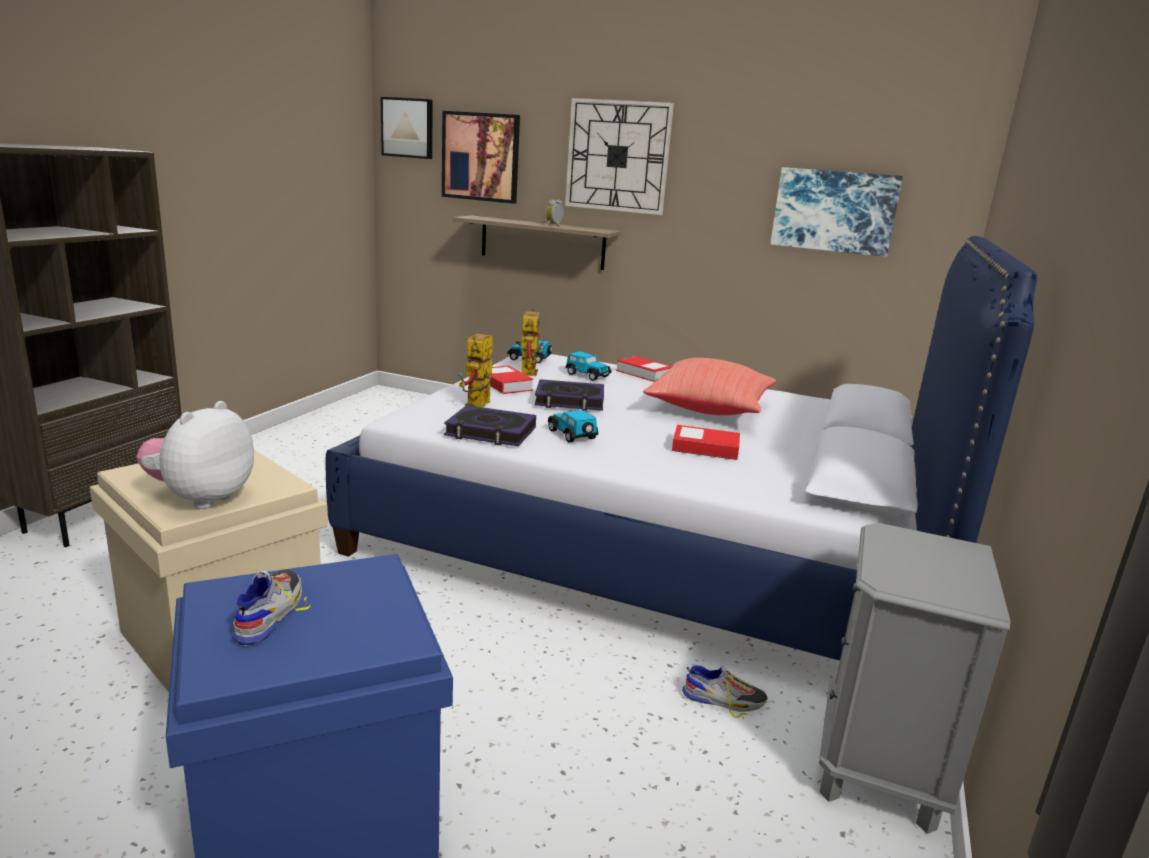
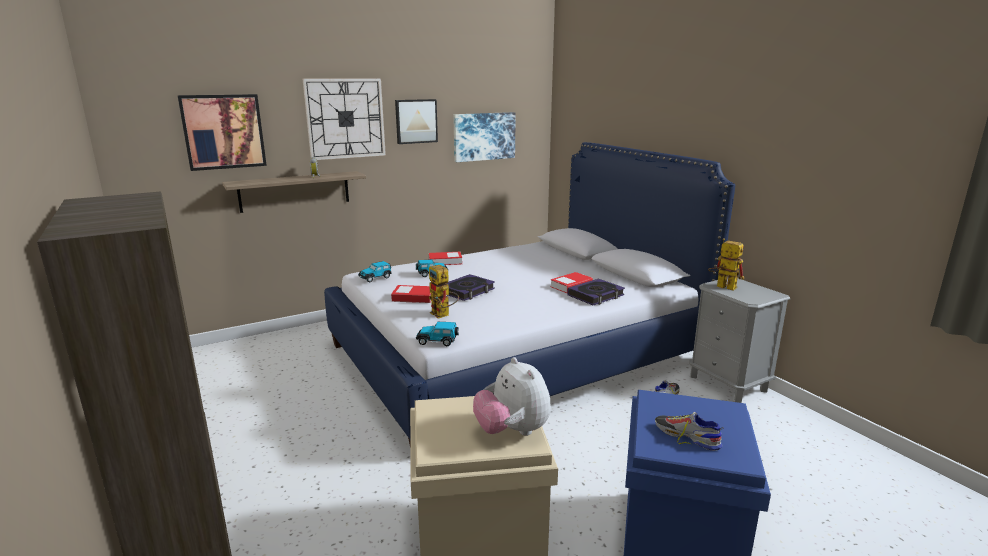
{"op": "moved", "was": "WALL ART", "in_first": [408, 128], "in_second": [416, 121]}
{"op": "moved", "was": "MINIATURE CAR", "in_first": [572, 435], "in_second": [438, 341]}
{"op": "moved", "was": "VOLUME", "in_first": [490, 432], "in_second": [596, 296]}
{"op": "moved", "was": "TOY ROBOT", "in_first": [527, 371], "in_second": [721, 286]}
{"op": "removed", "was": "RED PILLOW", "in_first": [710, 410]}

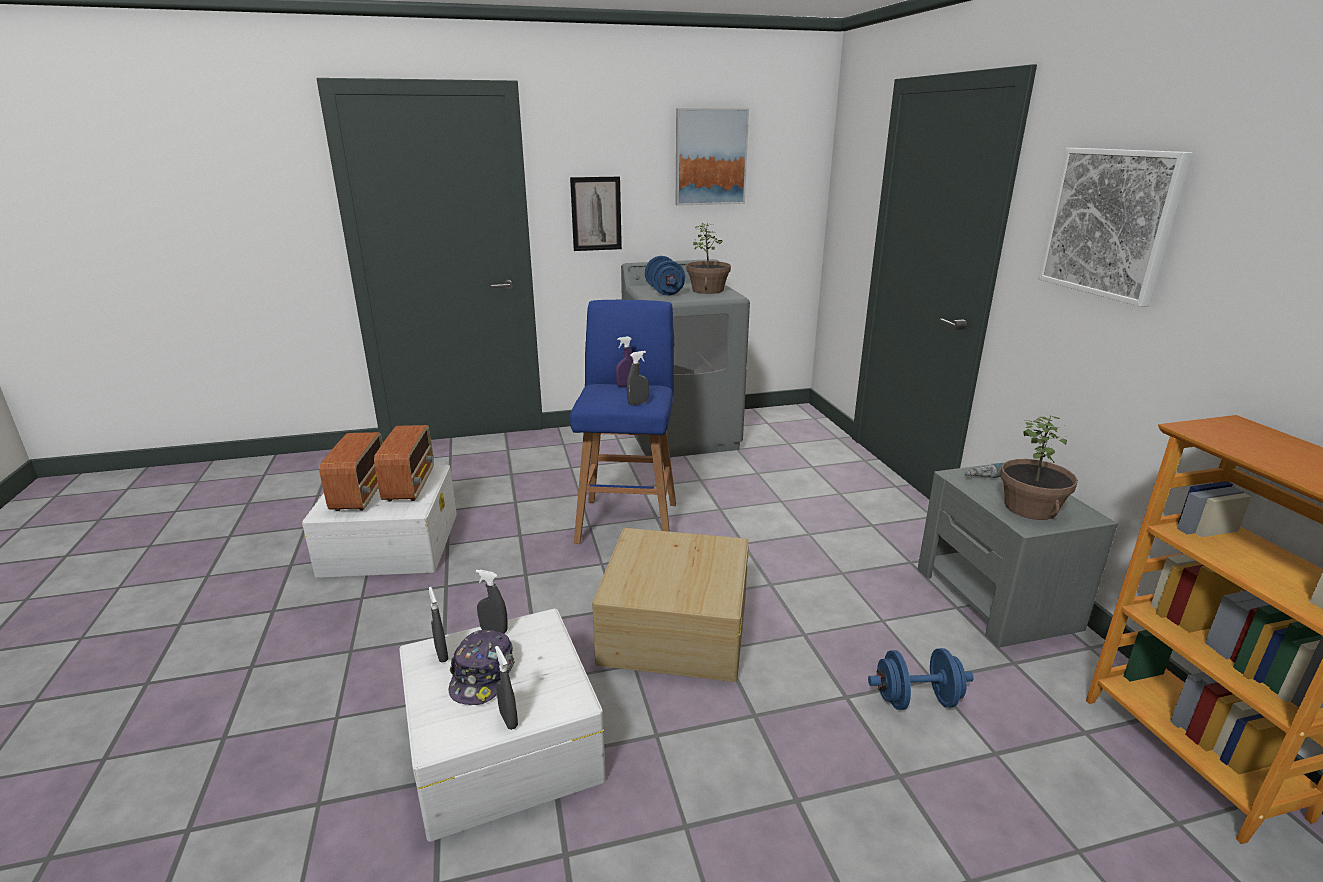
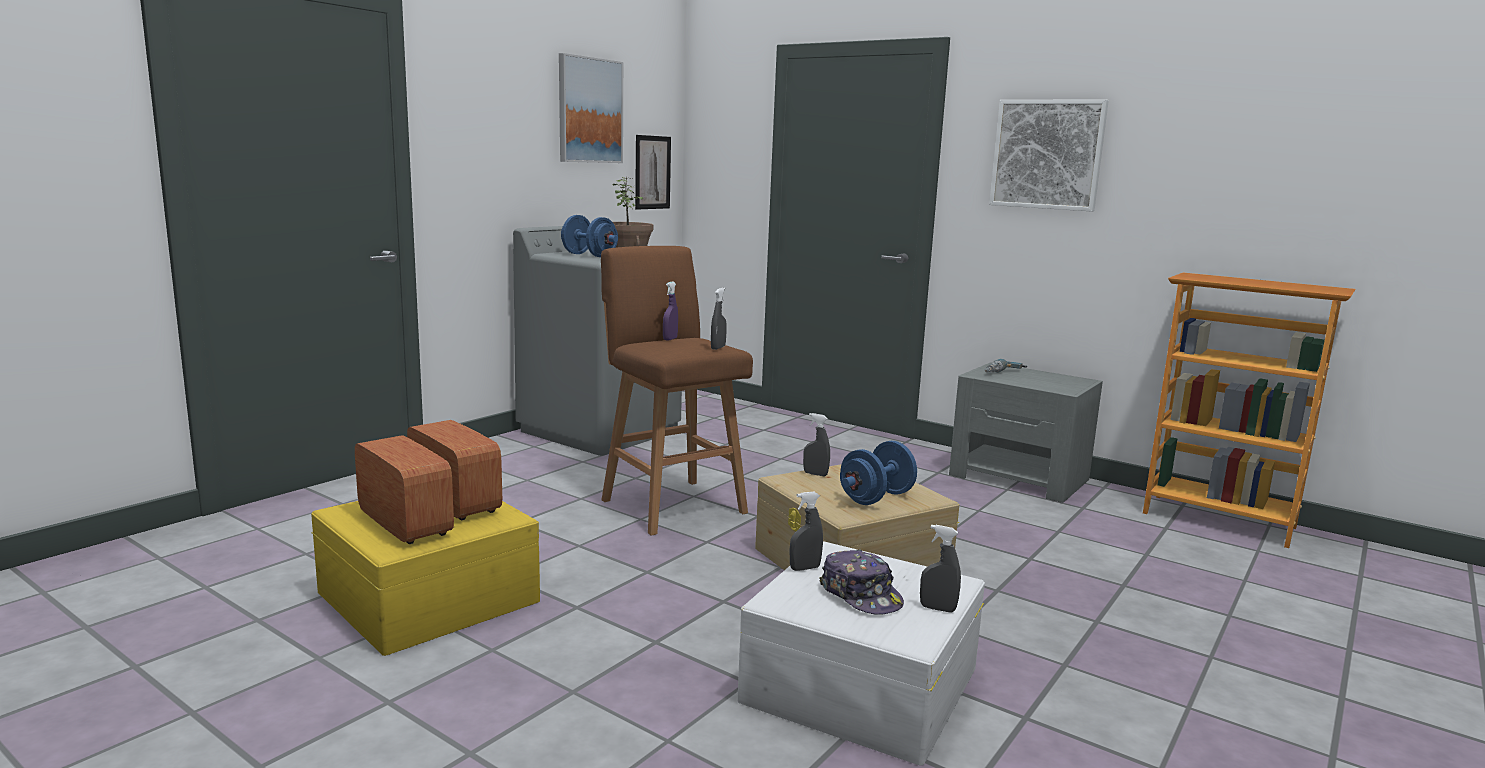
{"op": "recoloured", "was": "WHITE STORAGE CONTAINER", "now": "YELLOW-COLOURED STORAGE CONTAINER", "in_first": [391, 542], "in_second": [428, 595]}
{"op": "recoloured", "was": "BLUISH SITTING STOOL", "now": "BROWN-COLOURED SITTING STOOL", "in_first": [628, 520], "in_second": [671, 505]}
{"op": "moved", "was": "WALL ART", "in_first": [596, 214], "in_second": [652, 172]}
{"op": "moved", "was": "GRAY SPRAYER", "in_first": [441, 654], "in_second": [815, 474]}
{"op": "moved", "was": "BLUISH DUMBBELL", "in_first": [916, 700], "in_second": [876, 498]}
{"op": "removed", "was": "POTTED PLANT", "in_first": [1031, 508]}

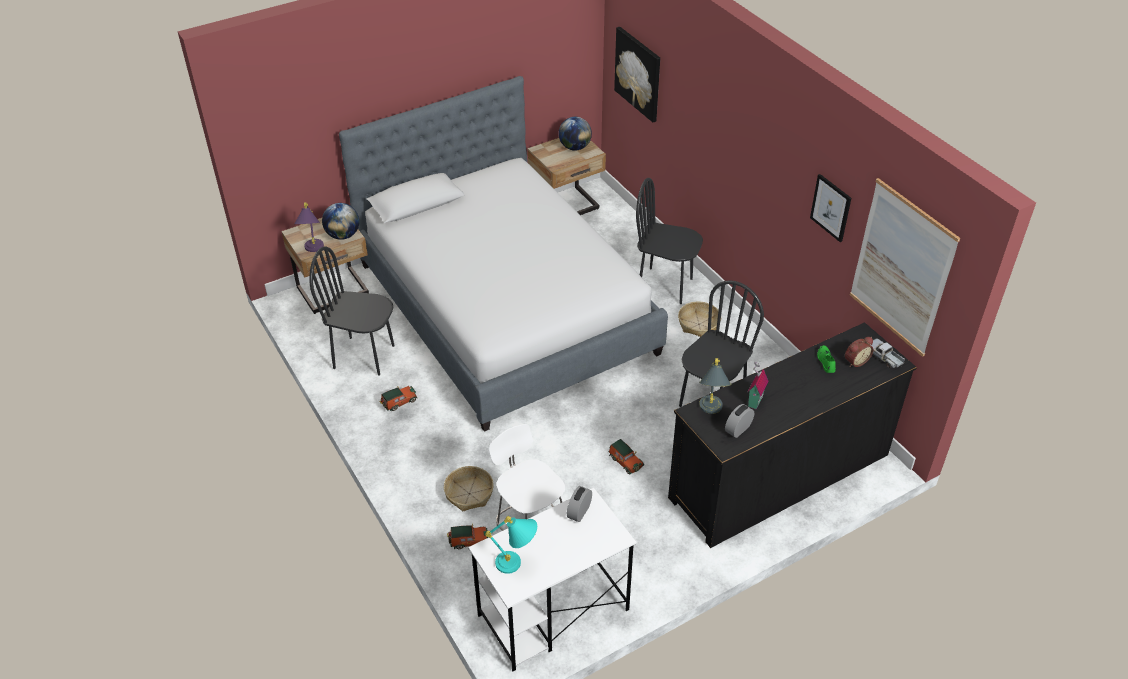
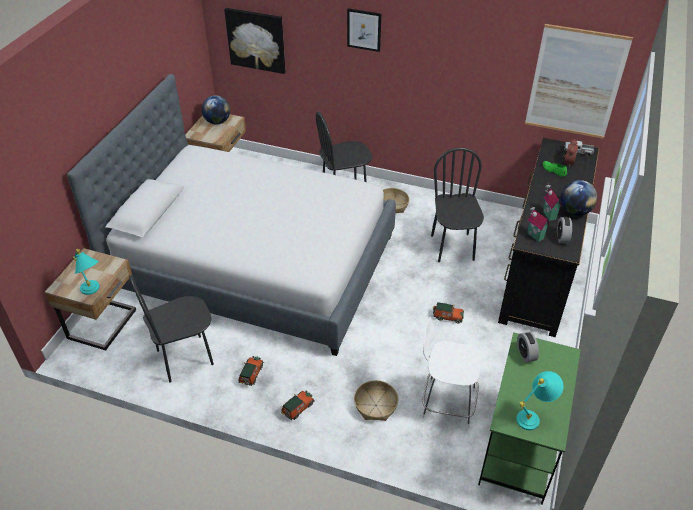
{"op": "recoloured", "was": "PURPLE-COLOURED TABLETOP LAMP", "now": "TURQUOISE-COLOURED TABLETOP LAMP", "in_first": [313, 250], "in_second": [93, 291]}
{"op": "moved", "was": "MINIATURE CAR", "in_first": [468, 541], "in_second": [297, 408]}
{"op": "moved", "was": "WALL ART", "in_first": [831, 207], "in_second": [364, 29]}
{"op": "recoloured", "was": "WHITE DESK TABLE", "now": "GREENISH DESK TABLE", "in_first": [552, 613], "in_second": [519, 446]}
{"op": "replaced", "was": "GRAY TABLETOP LAMP", "now": "TOY HOUSE", "in_first": [710, 411], "in_second": [534, 236]}
{"op": "moved", "was": "WORLD GLOBE", "in_first": [343, 235], "in_second": [574, 211]}

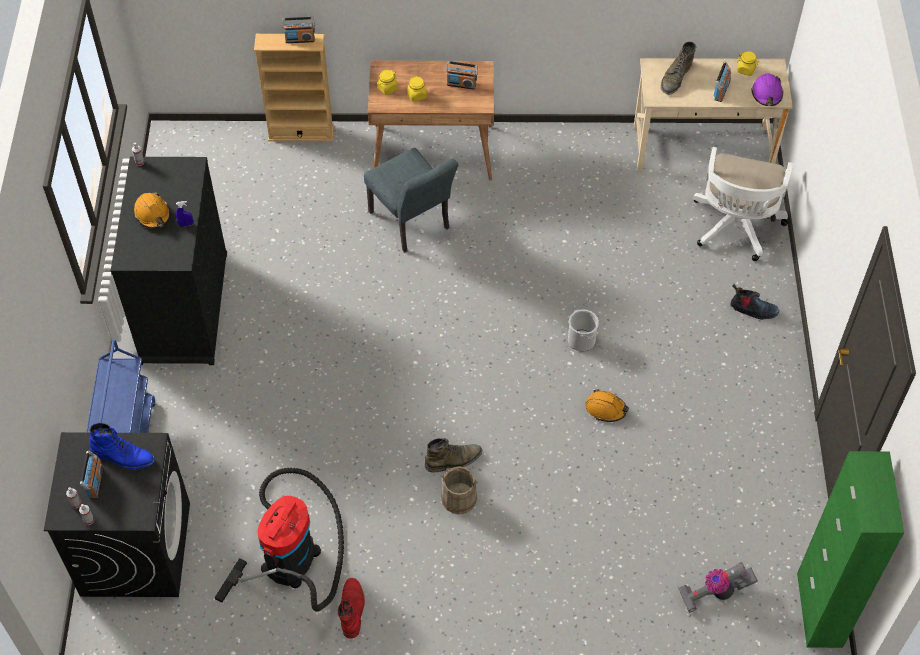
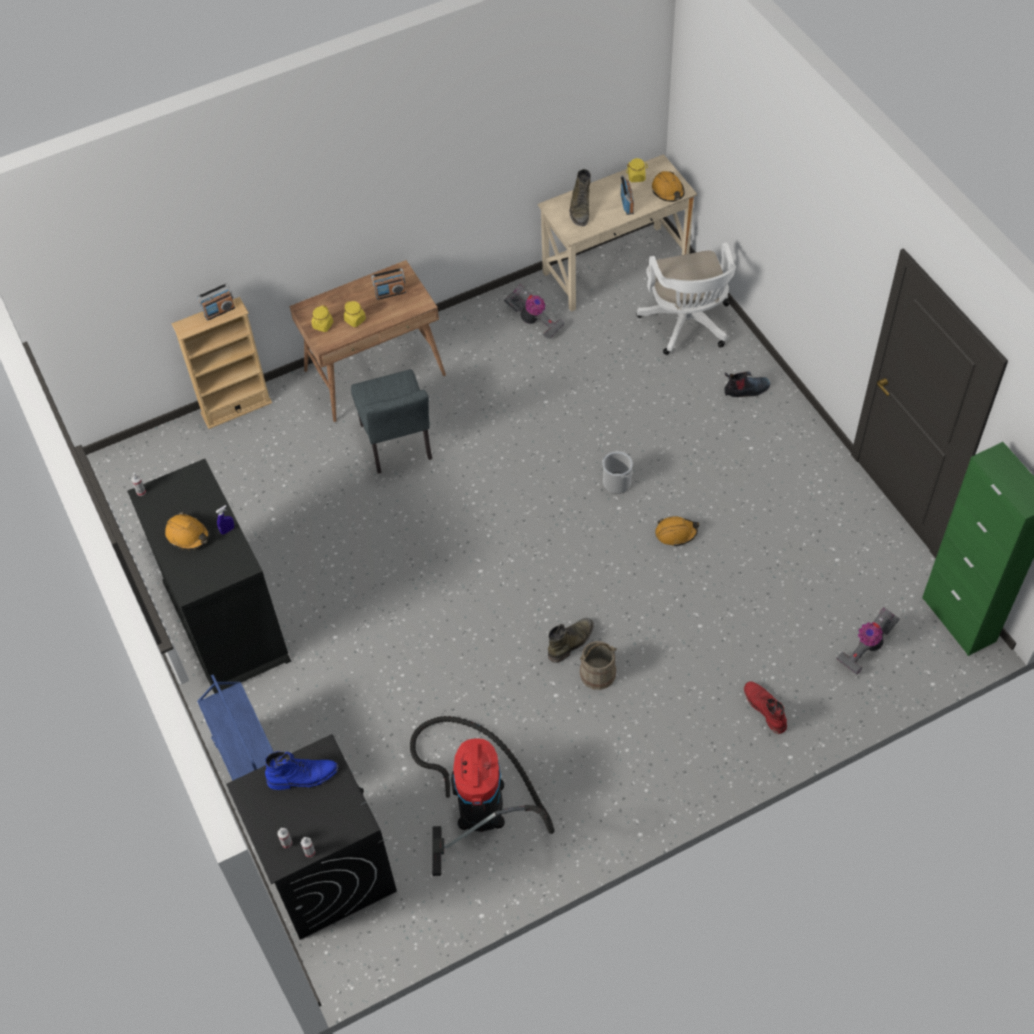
{"op": "turned", "was": "GRAY CHAIR", "in_first": [412, 224], "in_second": [398, 447], "clockwise": 45}
{"op": "added", "now": "HOOVER", "in_second": [534, 321]}
{"op": "recoloured", "was": "PURPLE-COLOURED WORK HELMET", "now": "ORANGEY WORK HELMET", "in_first": [767, 94], "in_second": [668, 191]}
{"op": "moved", "was": "RED BOOT", "in_first": [352, 609], "in_second": [765, 708]}
{"op": "removed", "was": "RADIO SET", "in_first": [95, 482]}

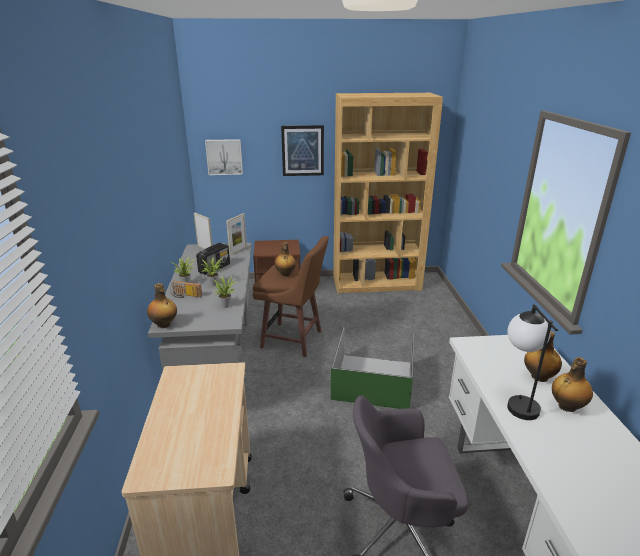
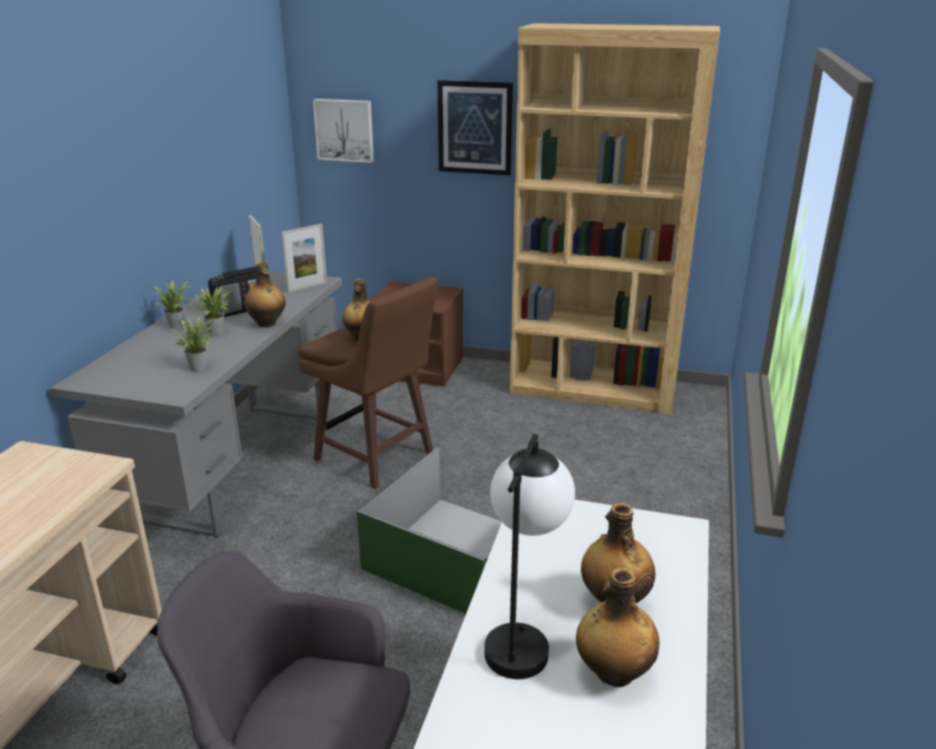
{"op": "moved", "was": "BOTTLE", "in_first": [164, 325], "in_second": [267, 324]}
{"op": "removed", "was": "RADIO SET", "in_first": [185, 296]}

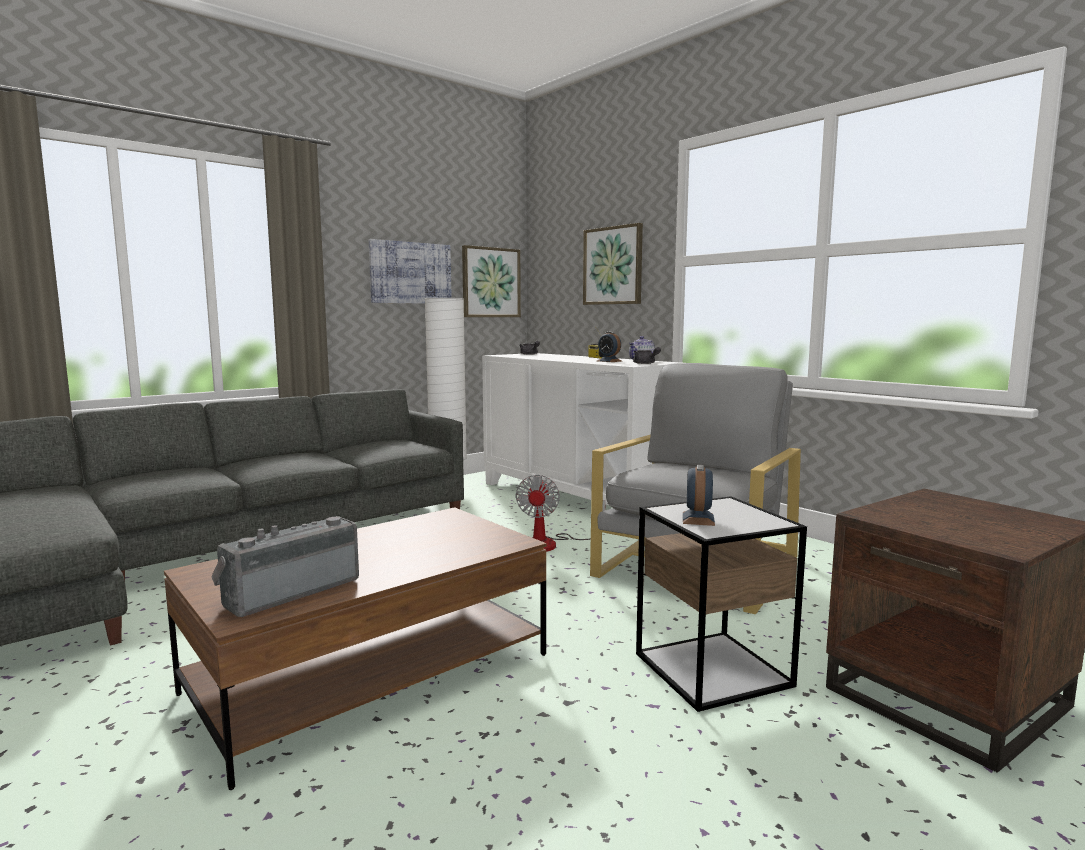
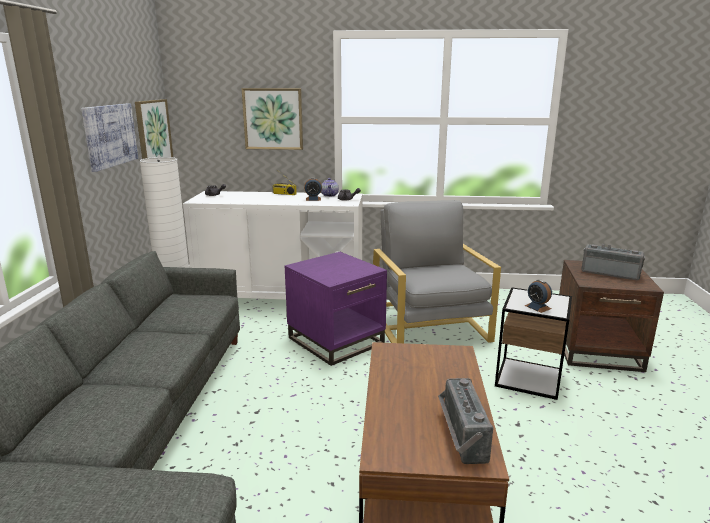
{"op": "replaced", "was": "COOLING FAN", "now": "PURPLE-COLOURED SIDE TABLE", "in_first": [550, 543], "in_second": [336, 340]}
{"op": "added", "now": "RADIO SET", "in_second": [610, 273]}

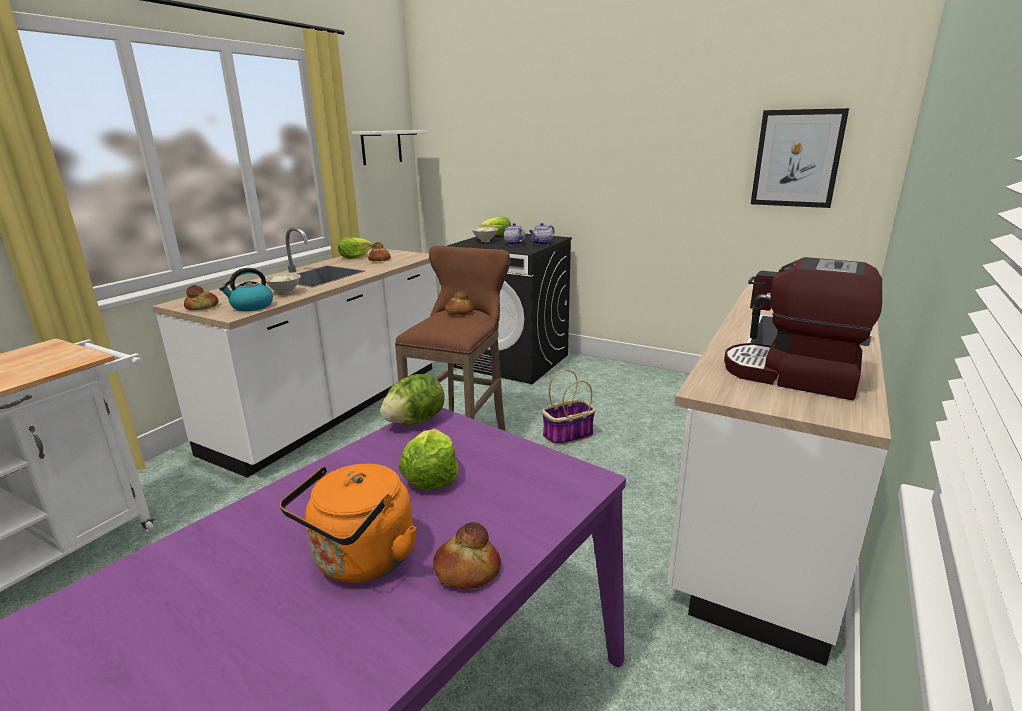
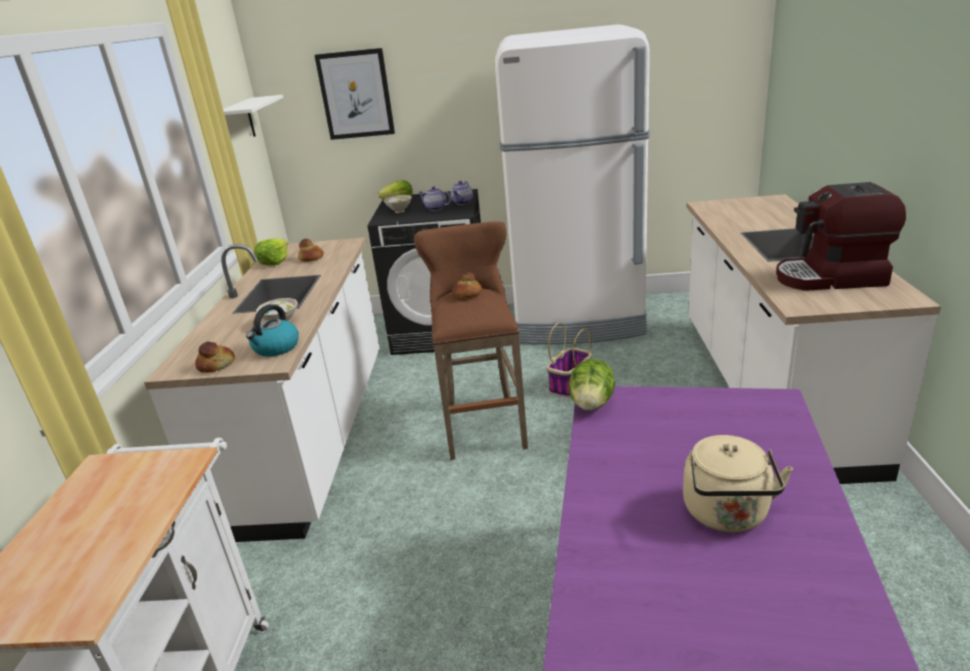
{"op": "moved", "was": "WALL ART", "in_first": [797, 158], "in_second": [356, 94]}
{"op": "added", "now": "WHITE KITCHEN FRIDGE", "in_second": [578, 321]}
{"op": "recoloured", "was": "ORANGEY TEA KETTLE", "now": "BEIGE-COLOURED TEA KETTLE", "in_first": [360, 561], "in_second": [727, 515]}
{"op": "removed", "was": "HEAD OF LETTUCE", "in_first": [431, 477]}
{"op": "removed", "was": "BREAD", "in_first": [467, 570]}

